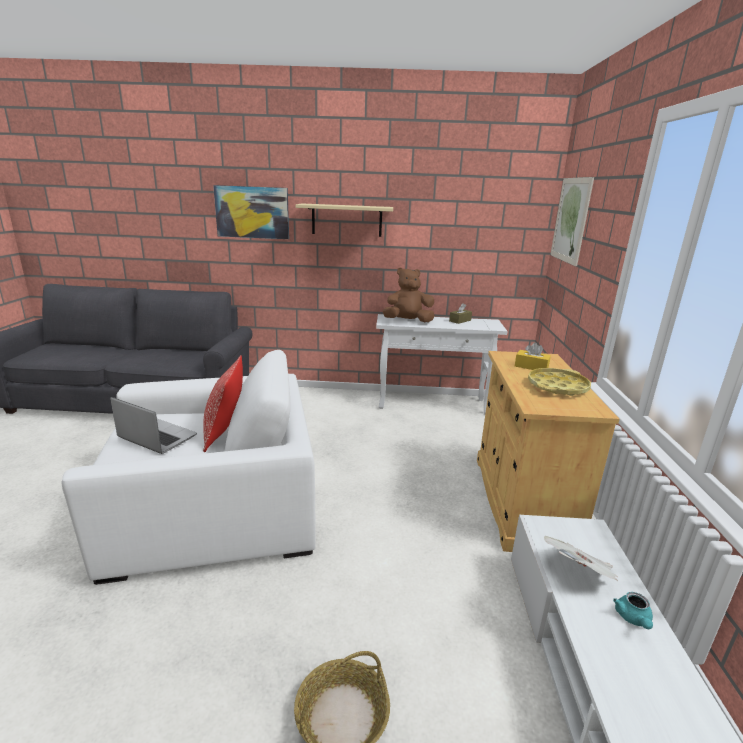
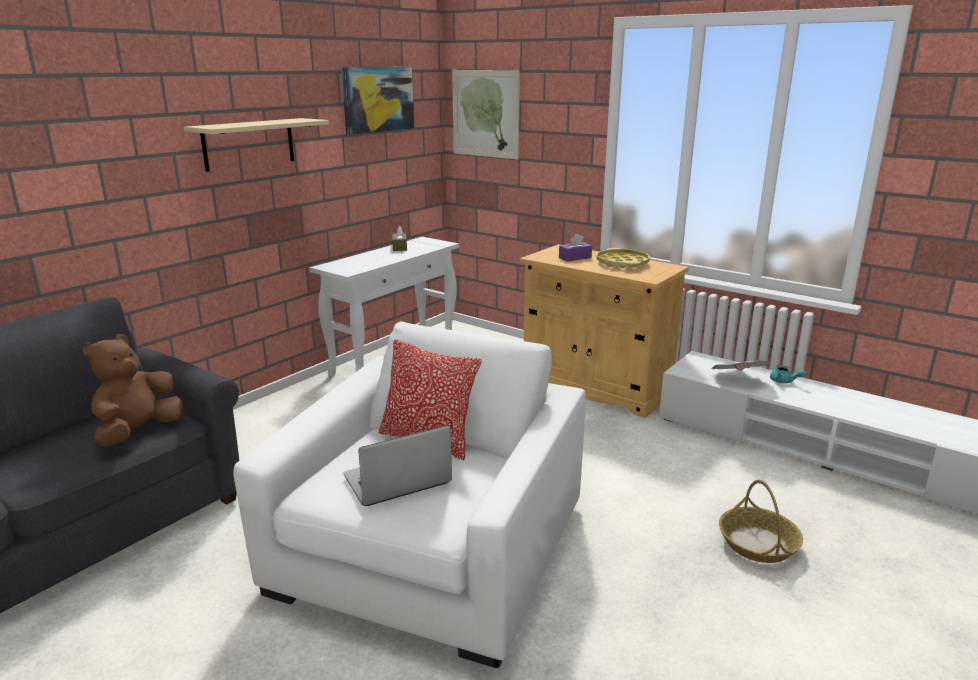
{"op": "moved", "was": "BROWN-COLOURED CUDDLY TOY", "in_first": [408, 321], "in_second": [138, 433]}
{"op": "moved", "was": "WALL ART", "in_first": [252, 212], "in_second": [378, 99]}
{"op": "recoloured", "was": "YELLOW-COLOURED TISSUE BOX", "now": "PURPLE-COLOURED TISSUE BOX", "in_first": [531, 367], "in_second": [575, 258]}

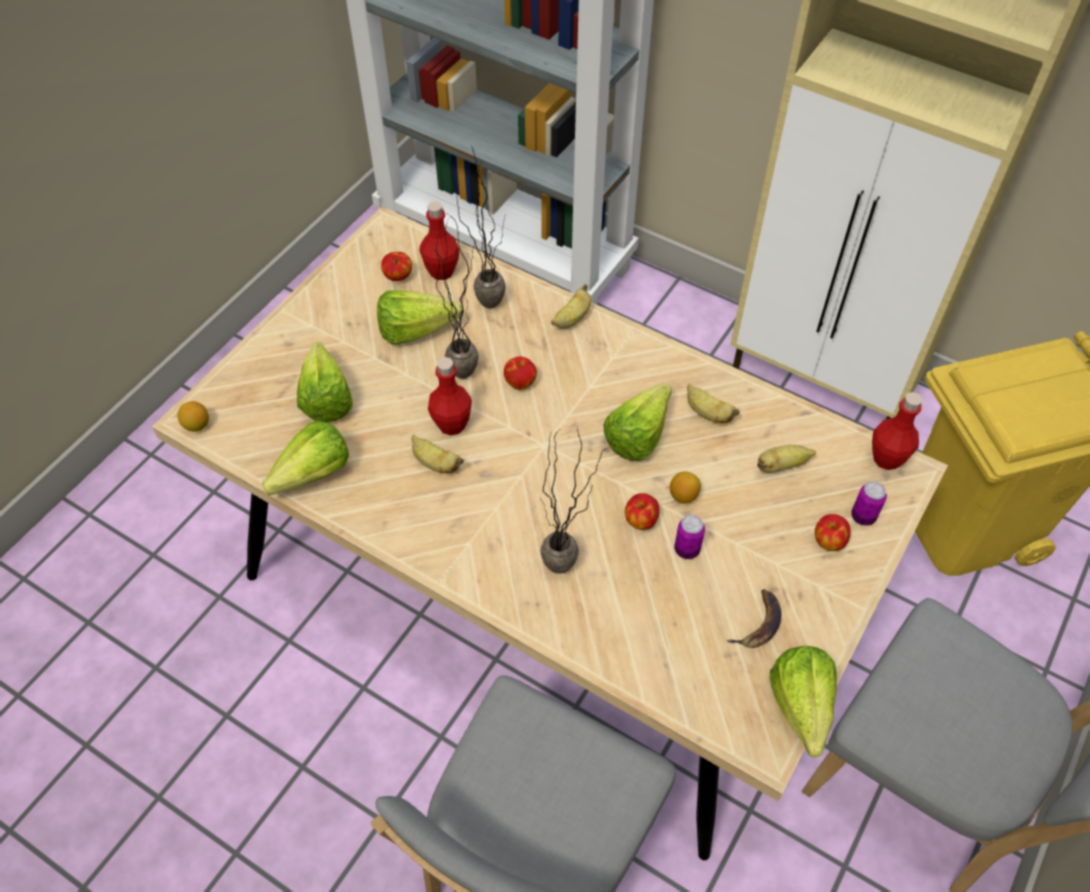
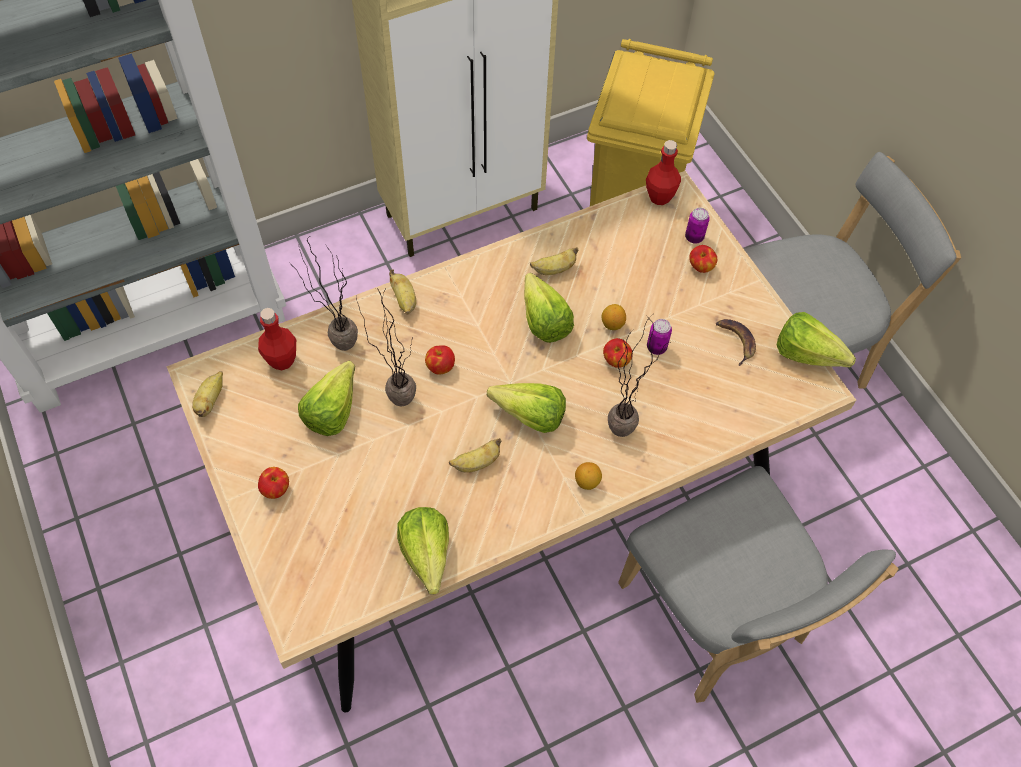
{"op": "moved", "was": "WHOLE BANANA", "in_first": [781, 466], "in_second": [210, 400]}
{"op": "moved", "was": "APPLE", "in_first": [398, 277], "in_second": [276, 489]}
{"op": "moved", "was": "HEAD OF LETTUCE", "in_first": [327, 394], "in_second": [524, 413]}
{"op": "moved", "was": "WHOLE LEMON", "in_first": [197, 425], "in_second": [587, 482]}
{"op": "removed", "was": "RED BOTTLE", "in_first": [452, 424]}

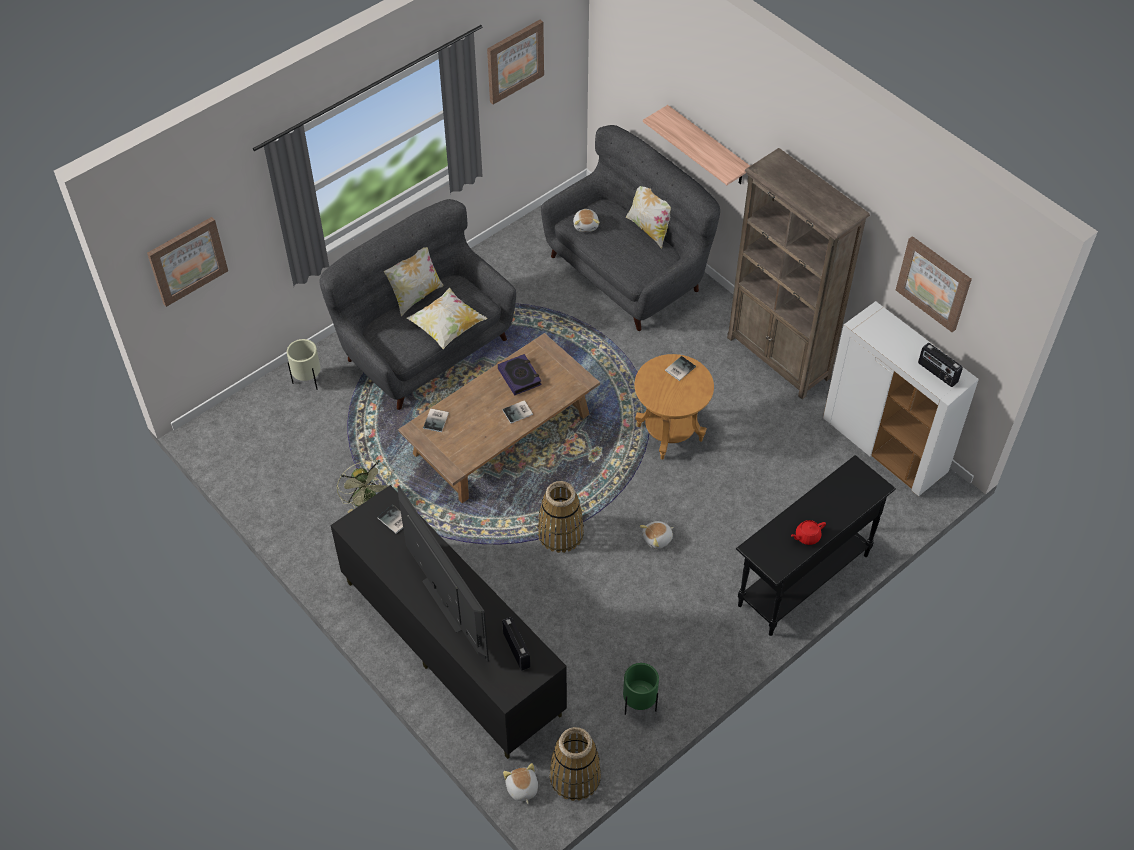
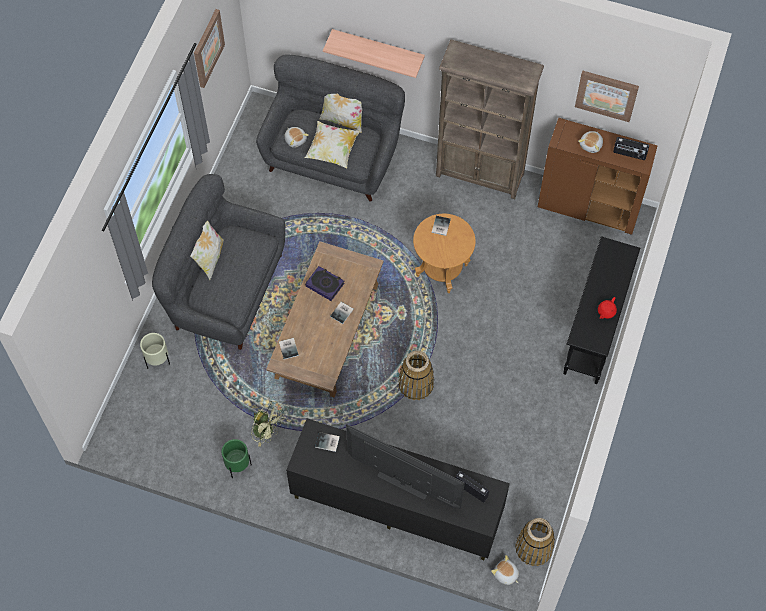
{"op": "moved", "was": "GREENISH PLANTER", "in_first": [639, 704], "in_second": [238, 466]}
{"op": "moved", "was": "PILLOW", "in_first": [447, 327], "in_second": [332, 150]}
{"op": "recoloured", "was": "WHITE STORAGE CABINET", "now": "BROWN-COLOURED STORAGE CABINET", "in_first": [885, 446], "in_second": [589, 207]}
{"op": "moved", "was": "CUDDLY TOY", "in_first": [657, 539], "in_second": [591, 145]}
{"op": "removed", "was": "WALL ART", "in_first": [187, 260]}

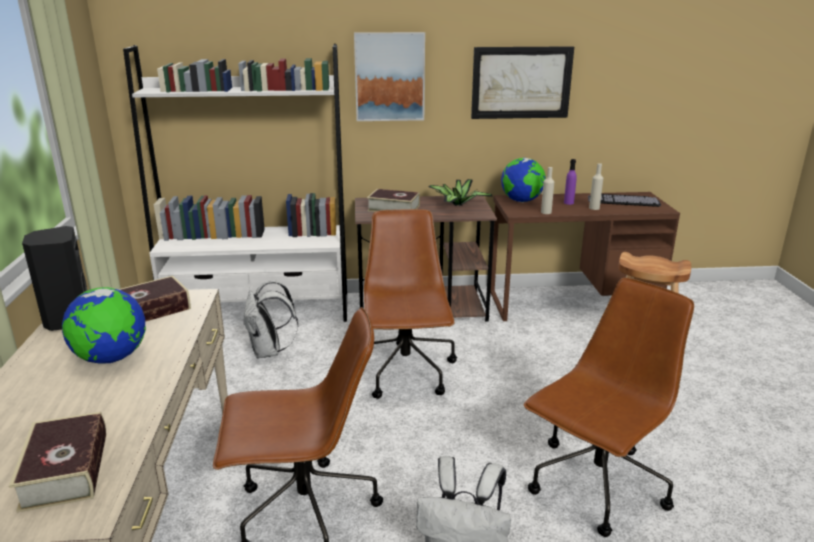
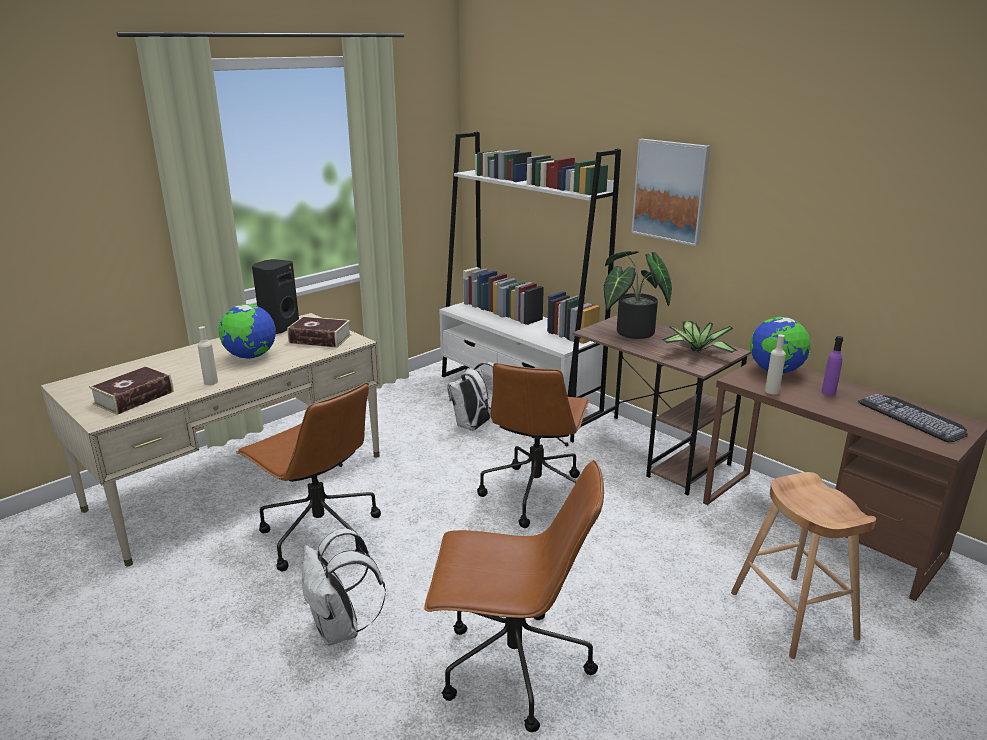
{"op": "moved", "was": "BEIGE-COLOURED BOTTLE", "in_first": [594, 208], "in_second": [211, 382]}
{"op": "turned", "was": "BROWN-COLOURED OFFICE CHAIR", "in_first": [405, 373], "in_second": [536, 494], "clockwise": 150}
{"op": "replaced", "was": "VOLUME", "now": "POTTED PLANT", "in_first": [393, 208], "in_second": [630, 333]}
{"op": "removed", "was": "WALL ART", "in_first": [521, 82]}

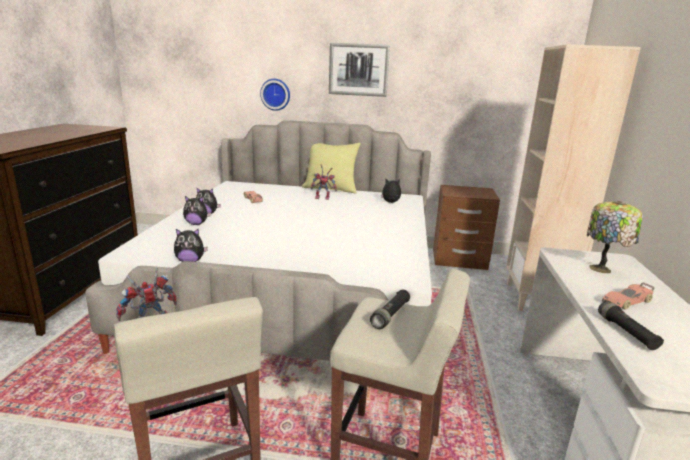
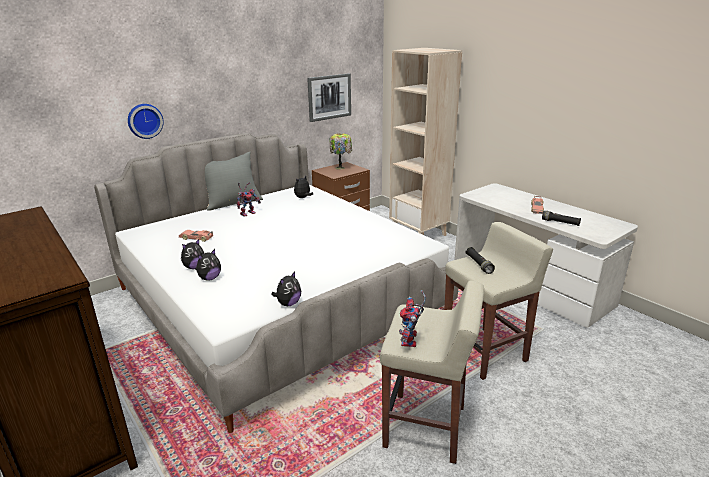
{"op": "recoloured", "was": "YELLOW-COLOURED PILLOW", "now": "GRAY PILLOW", "in_first": [330, 188], "in_second": [233, 203]}
{"op": "moved", "was": "WALL ART", "in_first": [358, 70], "in_second": [329, 97]}
{"op": "moved", "was": "TABLETOP LAMP", "in_first": [602, 269], "in_second": [340, 168]}

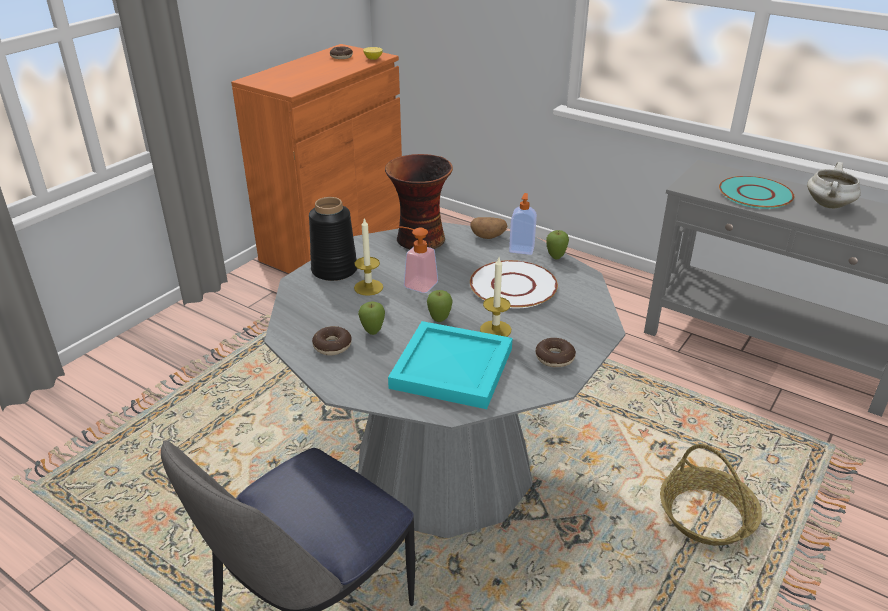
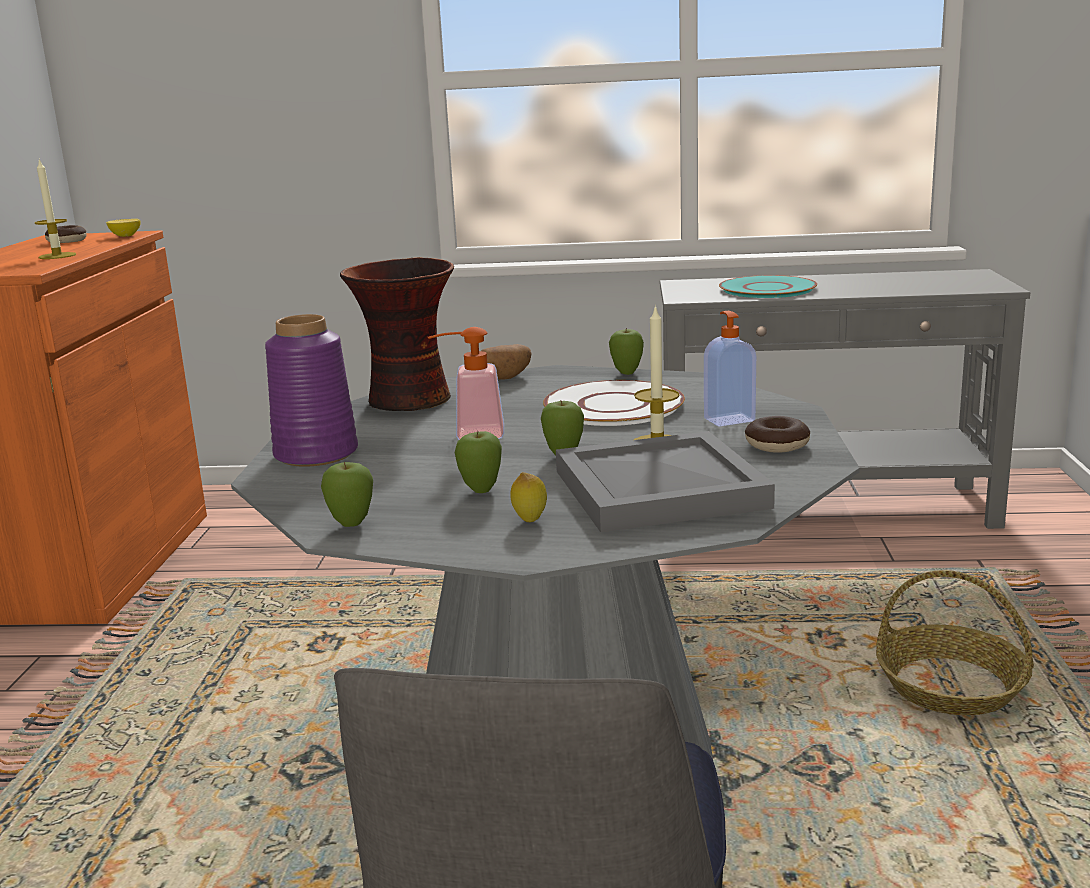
{"op": "moved", "was": "CANDLE", "in_first": [368, 287], "in_second": [57, 256]}
{"op": "recoloured", "was": "BLACK VASE", "now": "PURPLE-COLOURED VASE", "in_first": [334, 271], "in_second": [316, 454]}
{"op": "added", "now": "APPLE", "in_second": [351, 525]}
{"op": "added", "now": "WHOLE LEMON", "in_second": [530, 520]}
{"op": "recoloured", "was": "TURQUOISE-COLOURED CARRYING TRAY", "now": "GRAY CARRYING TRAY", "in_first": [453, 369], "in_second": [663, 489]}
{"op": "moved", "was": "SOAP BOTTLE", "in_first": [521, 249], "in_second": [728, 419]}
{"op": "removed", "was": "DOUGHNUT", "in_first": [332, 346]}
{"op": "removed", "was": "WHITE SAUCEPOT", "in_first": [829, 205]}

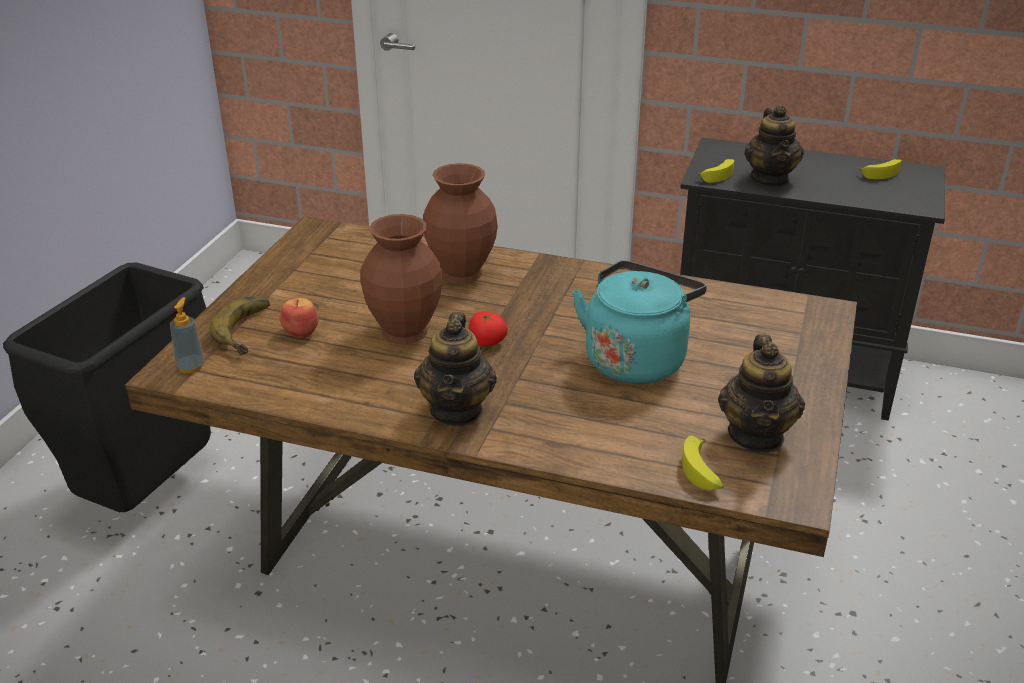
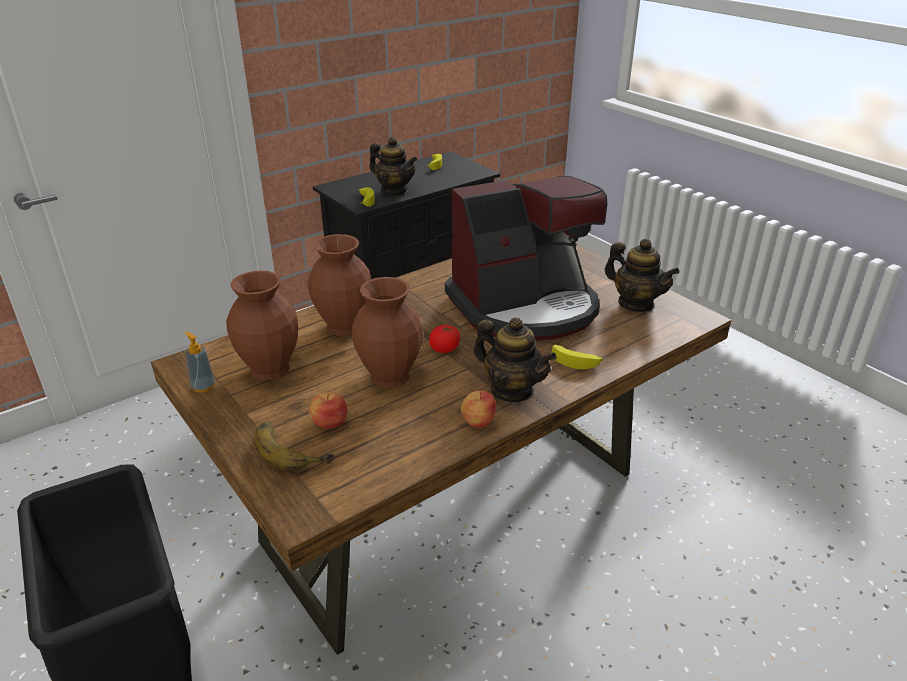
{"op": "moved", "was": "SOAP BOTTLE", "in_first": [190, 367], "in_second": [203, 386]}
{"op": "added", "now": "BROWN-COLOURED VASE", "in_second": [268, 368]}
{"op": "replaced", "was": "TURQUOISE-COLOURED TEA KETTLE", "now": "COFFEE MAKER", "in_first": [636, 359], "in_second": [525, 307]}
{"op": "added", "now": "APPLE", "in_second": [478, 421]}
{"op": "moved", "was": "WHOLE BANANA", "in_first": [702, 472], "in_second": [576, 361]}

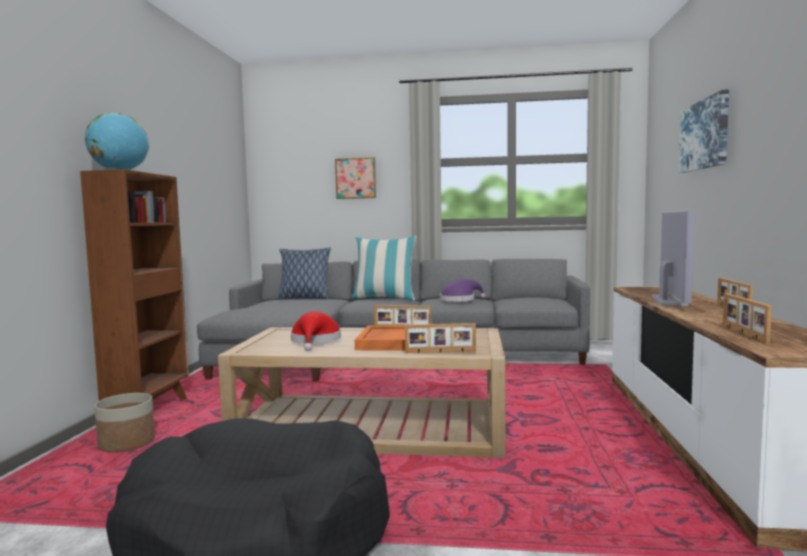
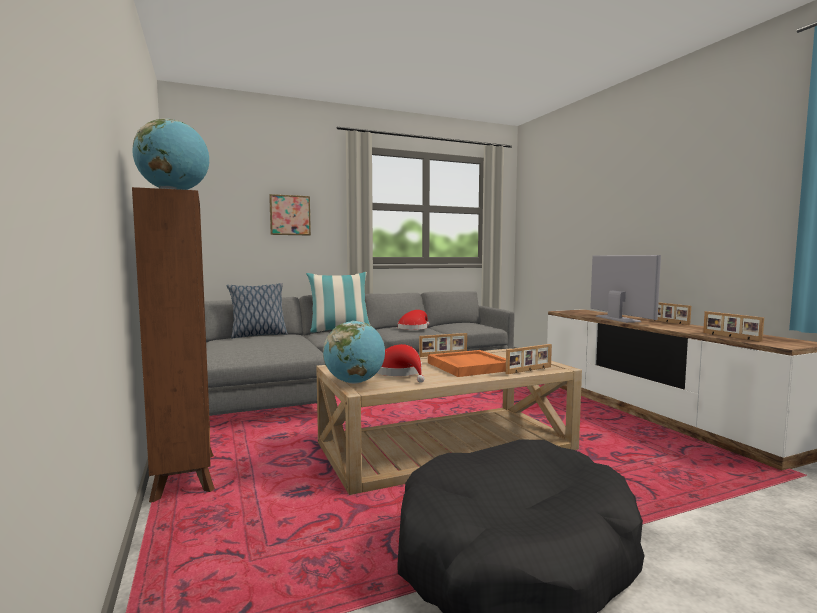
{"op": "added", "now": "WORLD GLOBE", "in_second": [355, 382]}
{"op": "recoloured", "was": "PURPLE-COLOURED CLOTHING HAT", "now": "RED CLOTHING HAT", "in_first": [460, 300], "in_second": [414, 328]}
{"op": "removed", "was": "PLANTER", "in_first": [127, 443]}
{"op": "removed", "was": "WALL ART", "in_first": [705, 135]}

